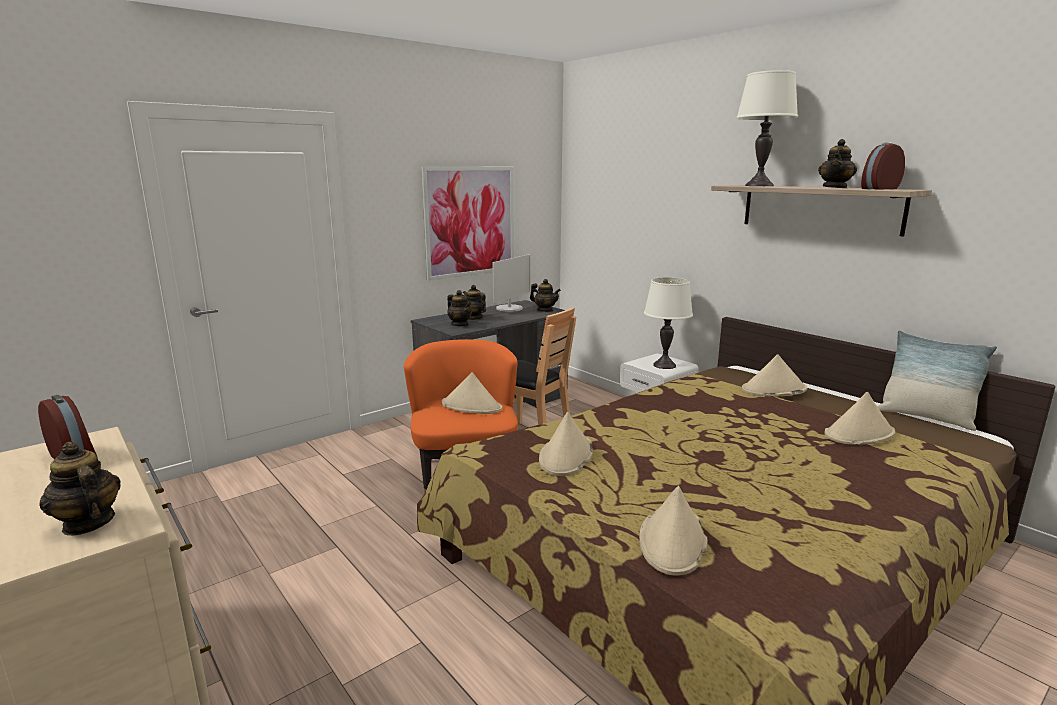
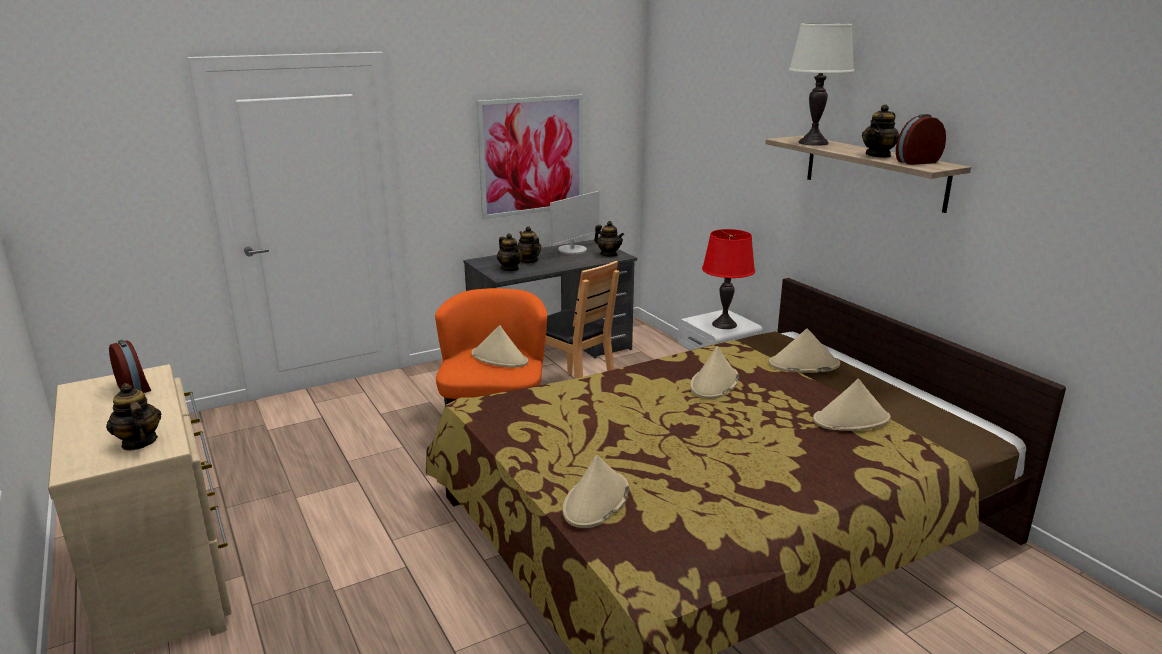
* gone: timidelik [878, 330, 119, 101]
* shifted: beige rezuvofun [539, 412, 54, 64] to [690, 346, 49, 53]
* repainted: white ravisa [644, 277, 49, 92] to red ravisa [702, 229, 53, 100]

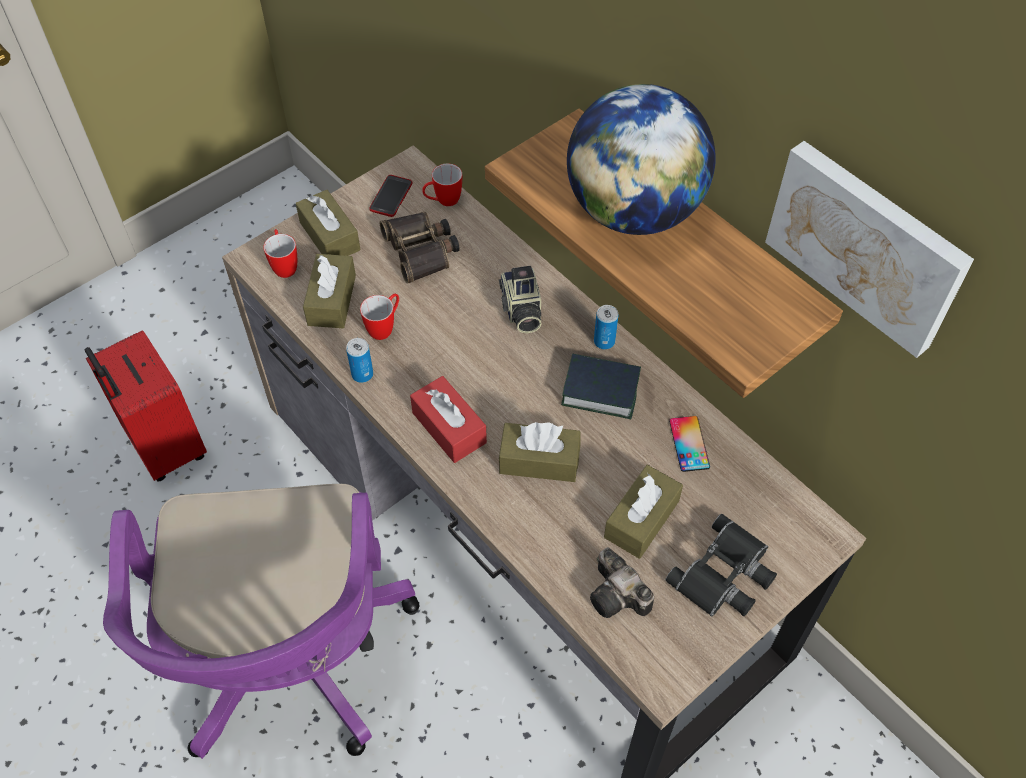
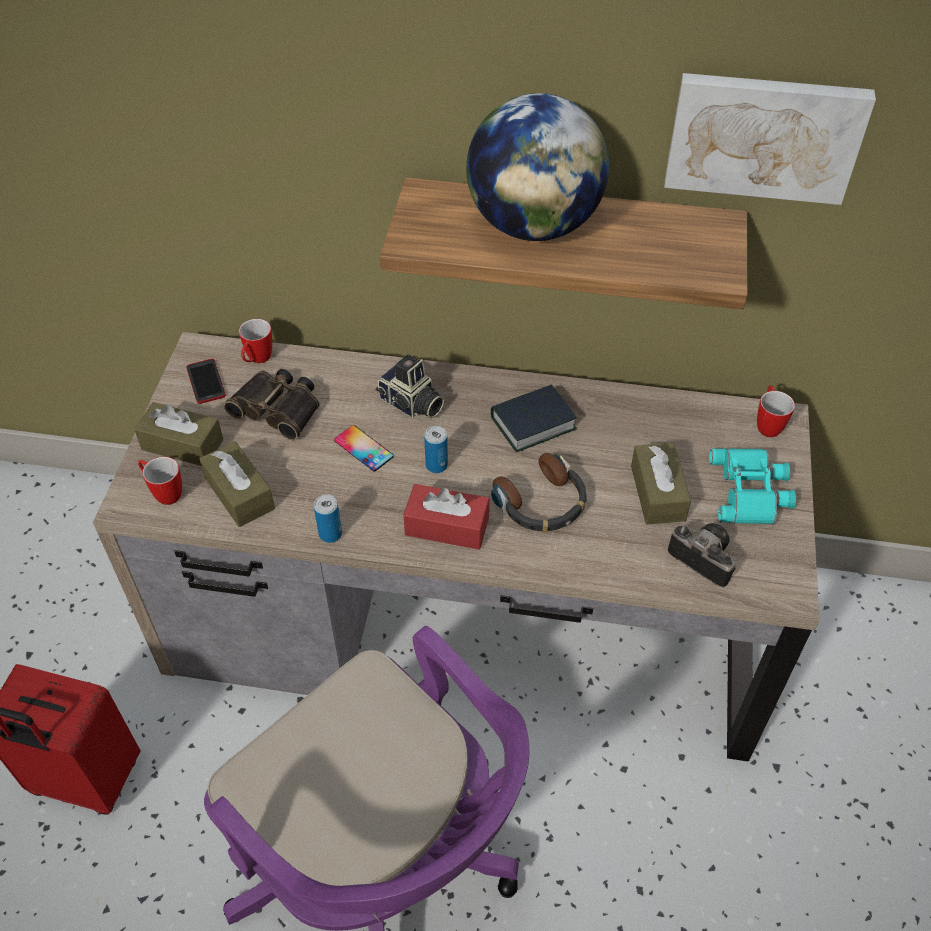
* shifted: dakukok [360, 294, 39, 46] to [757, 385, 38, 52]
* shifted: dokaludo [594, 305, 24, 44] to [424, 426, 24, 47]
* shifted: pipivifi [669, 416, 41, 56] to [334, 425, 60, 46]
* swapped: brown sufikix [499, 422, 82, 60] to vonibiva [491, 453, 96, 79]
* repainted: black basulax [666, 514, 111, 103] to turquoise basulax [709, 448, 87, 76]
* rotated: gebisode [590, 547, 64, 71] = [668, 523, 68, 64] 150 degrees counterclockwise

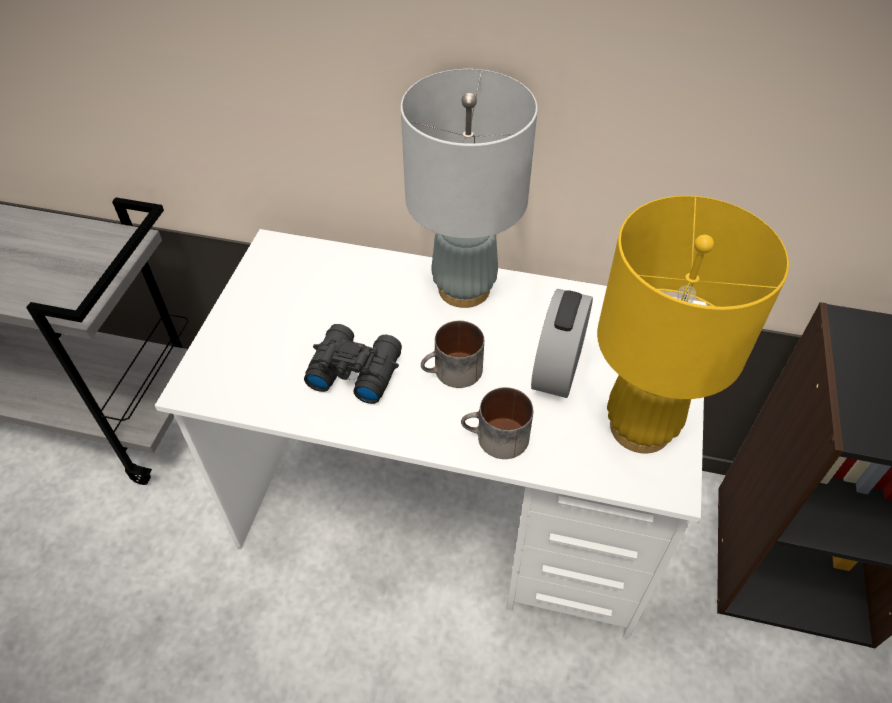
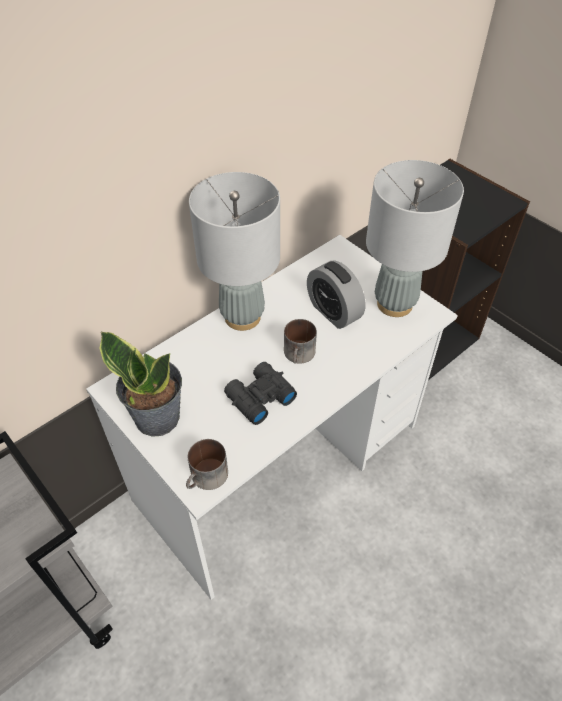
* new: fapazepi [99, 331, 83, 106]
* shifted: dakukok [461, 387, 72, 72] to [186, 439, 42, 51]
* repainted: yellow ravisa [597, 196, 192, 257] to grey ravisa [366, 160, 98, 157]

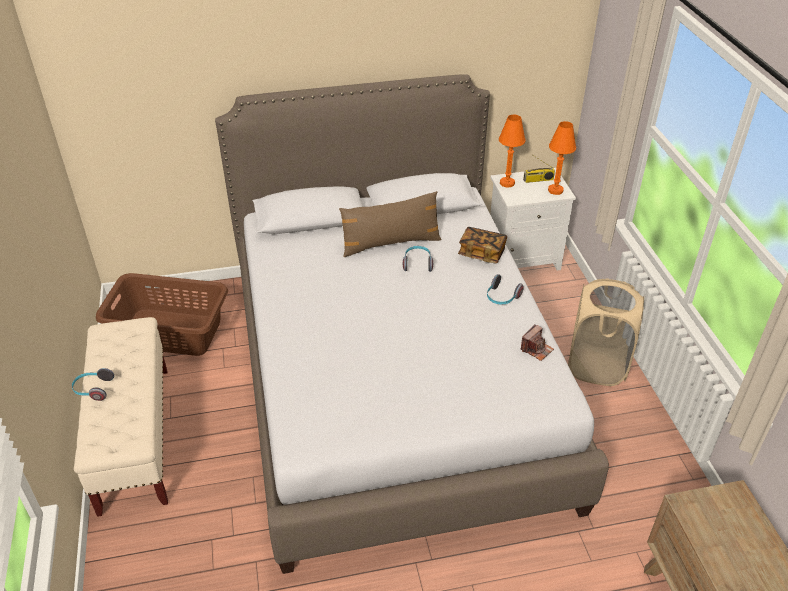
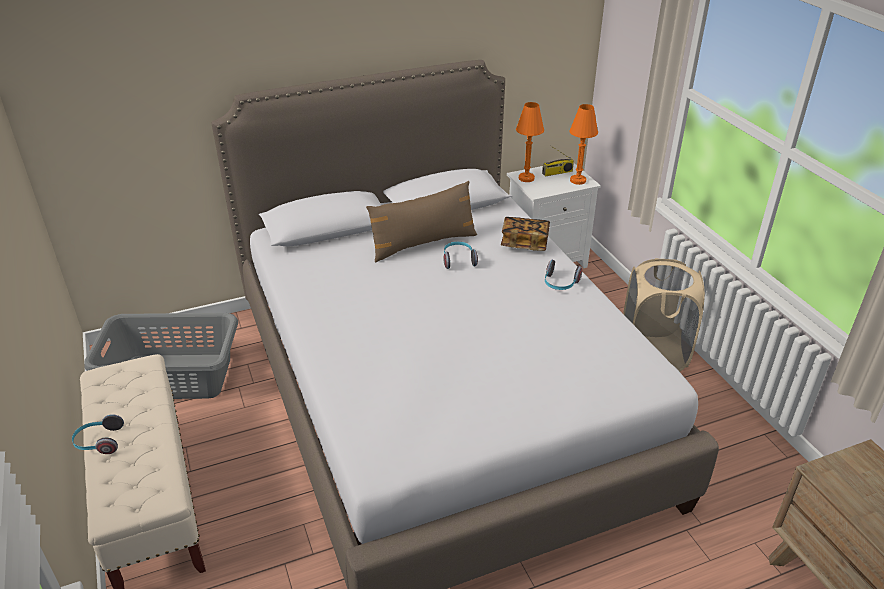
* gone: gebisode [521, 324, 33, 37]
* repainted: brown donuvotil [96, 273, 132, 83] to grey donuvotil [84, 313, 154, 86]

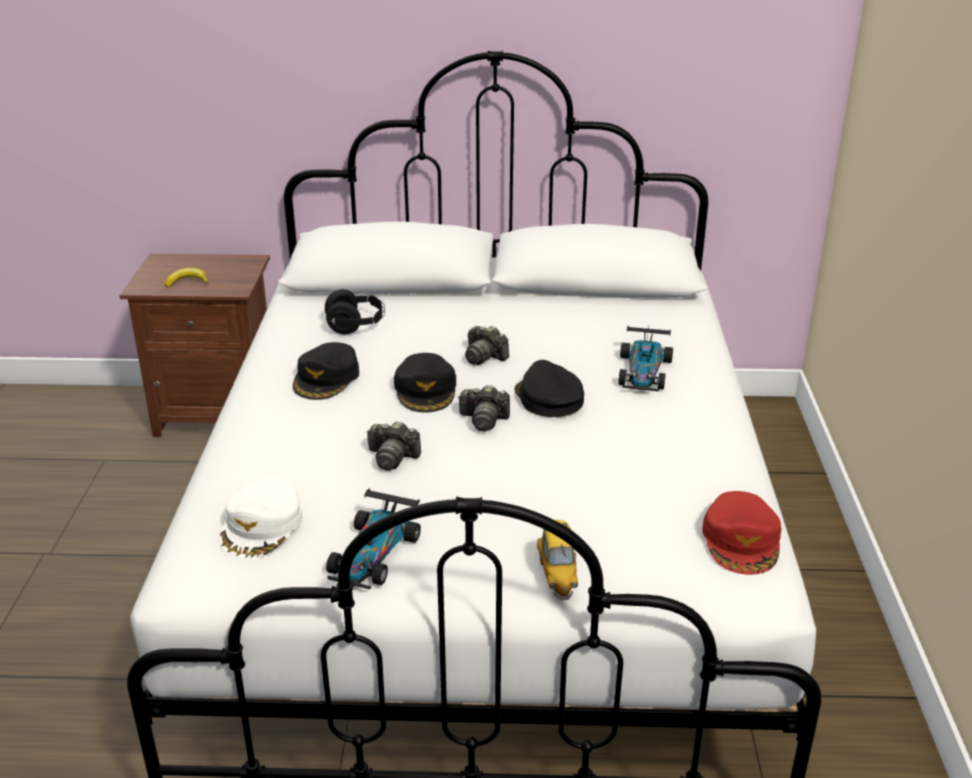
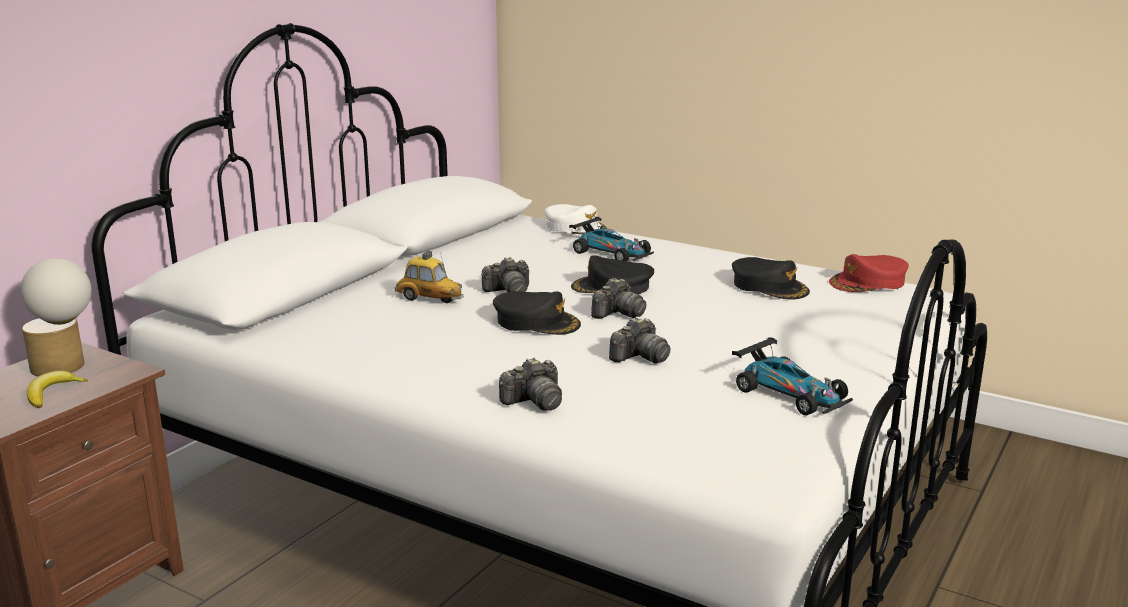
* gone: black vonibiva [325, 289, 60, 45]
* new: ravisa [20, 258, 71, 119]
* new: gebisode [499, 357, 63, 54]
* shifted: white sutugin [220, 478, 82, 81] to [545, 204, 62, 32]
* shifted: black sutugin [293, 342, 66, 58] to [732, 257, 78, 43]
* shifted: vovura [537, 520, 41, 80] to [395, 251, 68, 52]
* rotated: red sutugin [702, 491, 79, 84] = [829, 254, 80, 38] 120 degrees clockwise

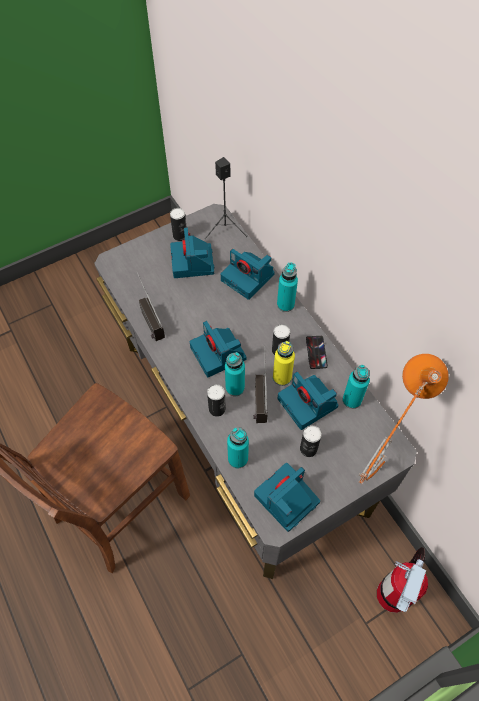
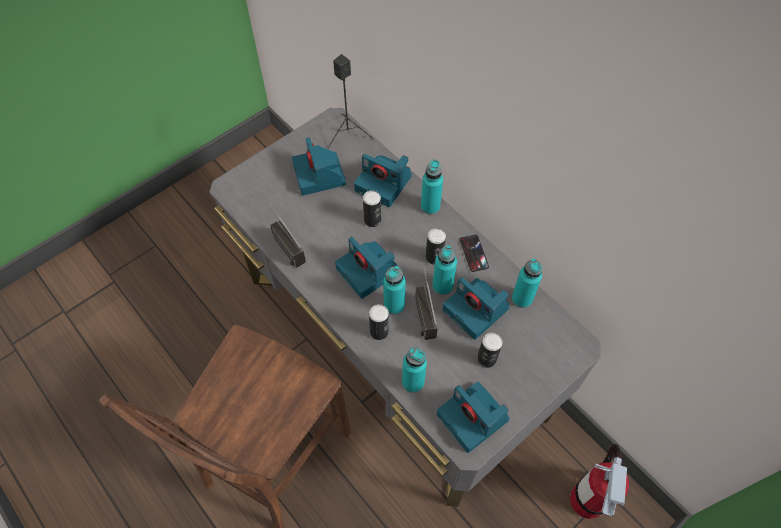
* gone: orange ravisa [358, 354, 91, 130]
* shifted: dokaludo [170, 208, 16, 33] to [363, 190, 18, 37]
* repainted: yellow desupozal [273, 341, 22, 45] to turquoise desupozal [432, 245, 25, 50]
* rotated: gebisode [254, 463, 66, 69] = [437, 382, 73, 71] 75 degrees counterclockwise

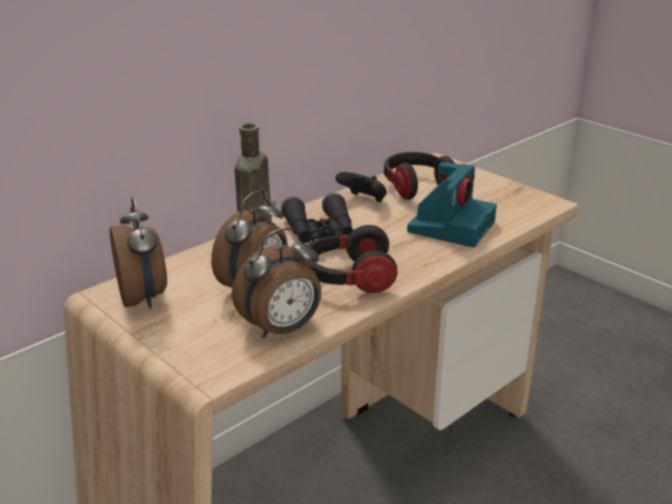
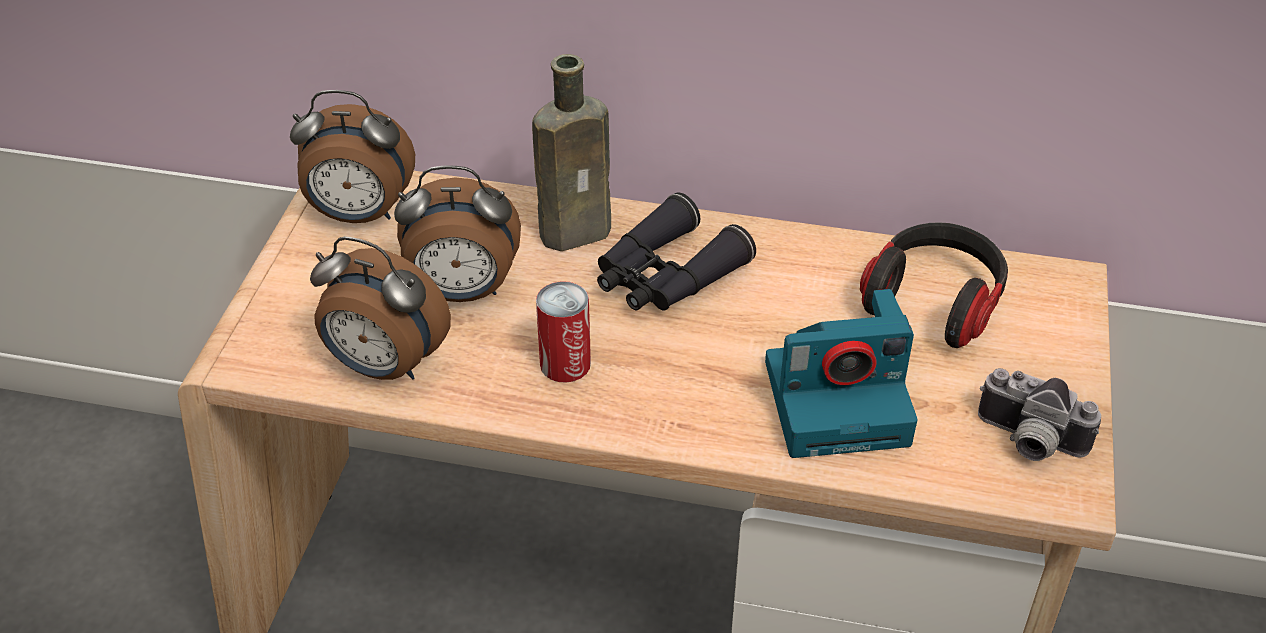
* gone: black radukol [336, 172, 51, 30]
* new: gebisode [978, 368, 123, 93]
* swapped: vonibiva [307, 225, 90, 68] to dokaludo [536, 281, 55, 102]
* rotated: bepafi [110, 197, 57, 112] = [290, 90, 125, 133] 60 degrees clockwise

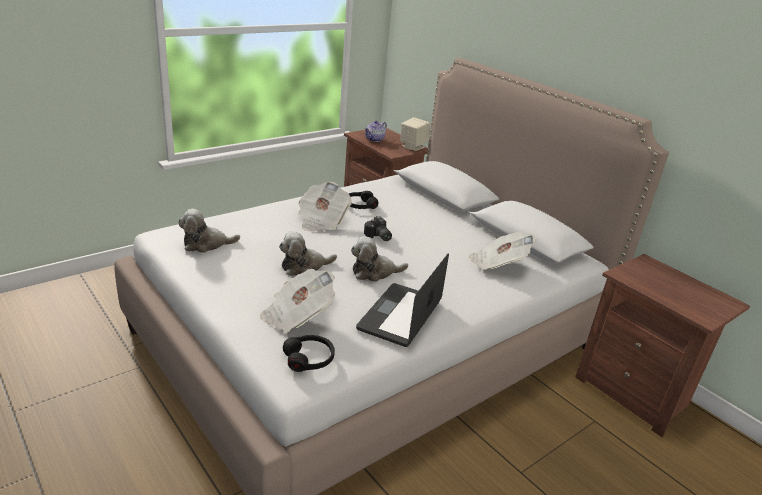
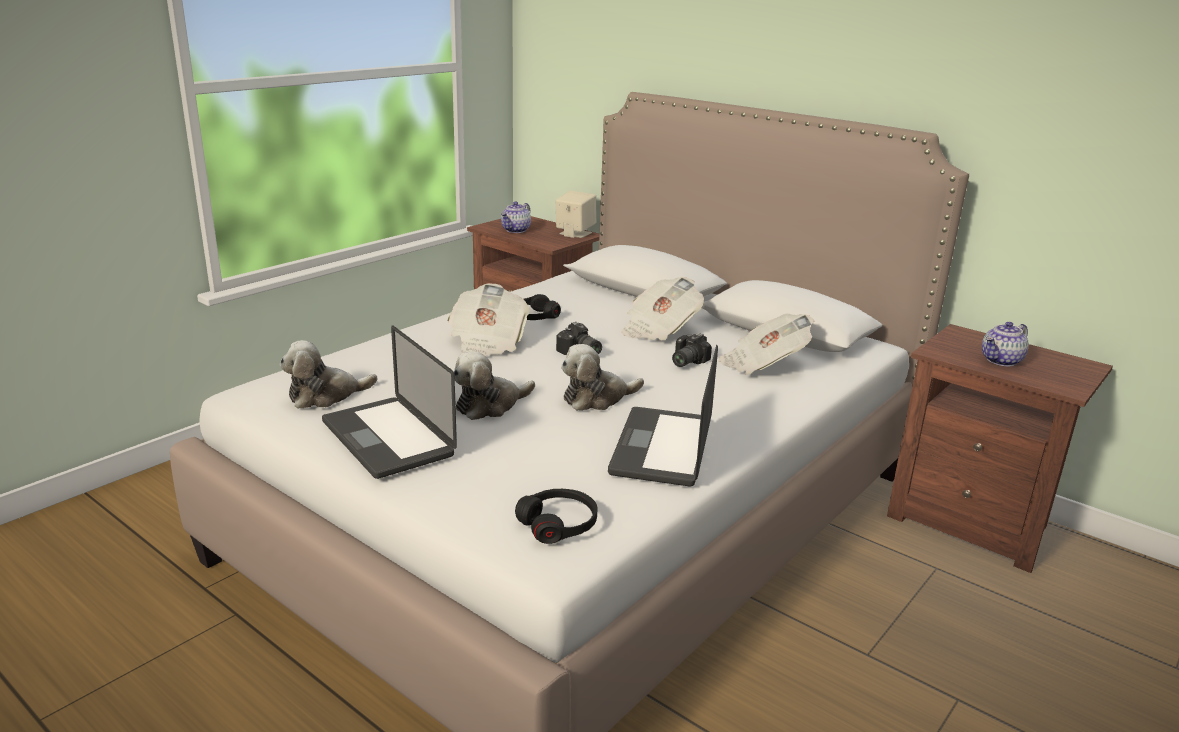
* new: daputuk [322, 325, 135, 154]
* new: gebisode [672, 333, 40, 34]
* new: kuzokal [982, 322, 47, 44]
* shifted: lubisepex [260, 269, 75, 64] to [622, 277, 82, 64]

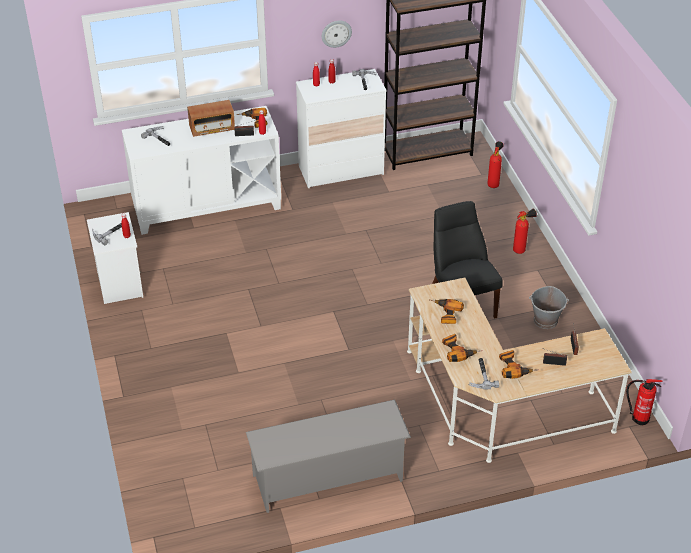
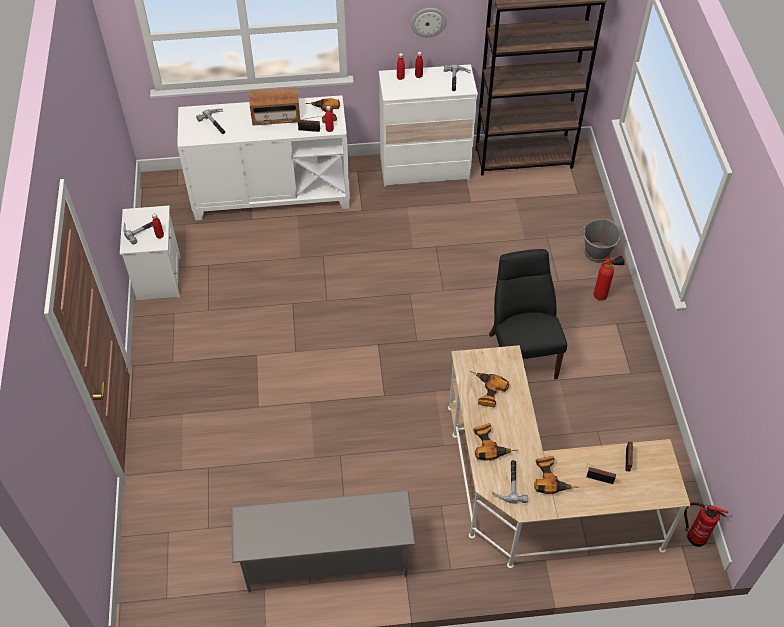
* gone: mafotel [487, 141, 17, 47]
* shifted: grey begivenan [529, 286, 40, 43] to [582, 219, 41, 44]

